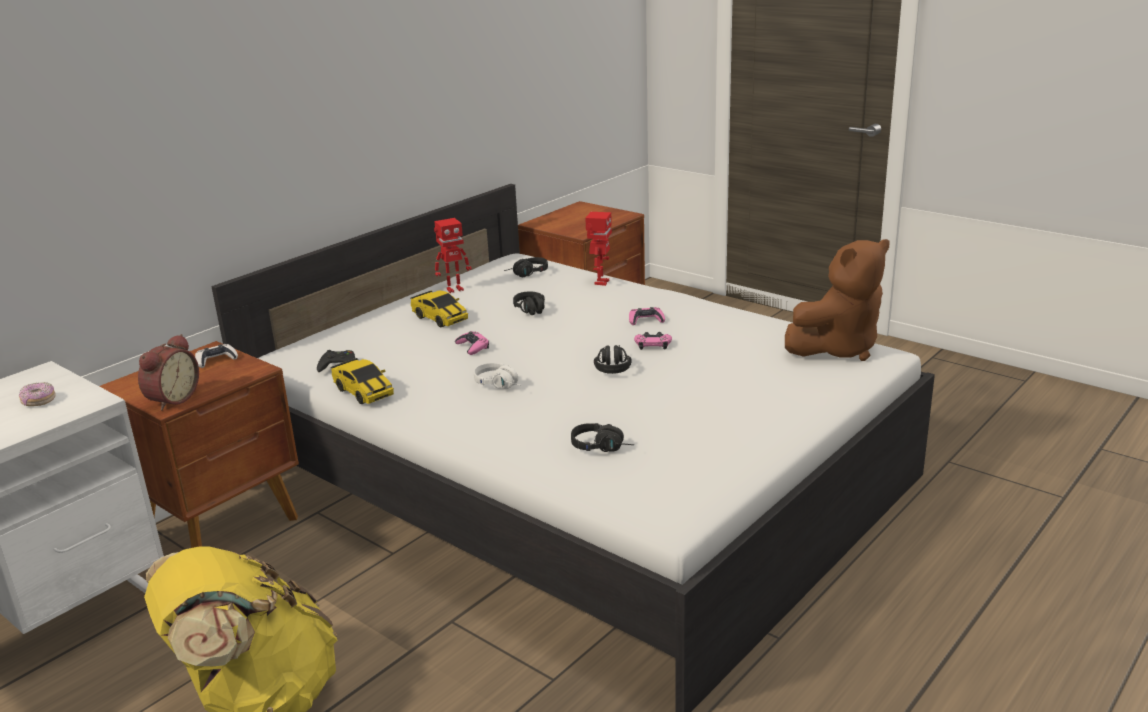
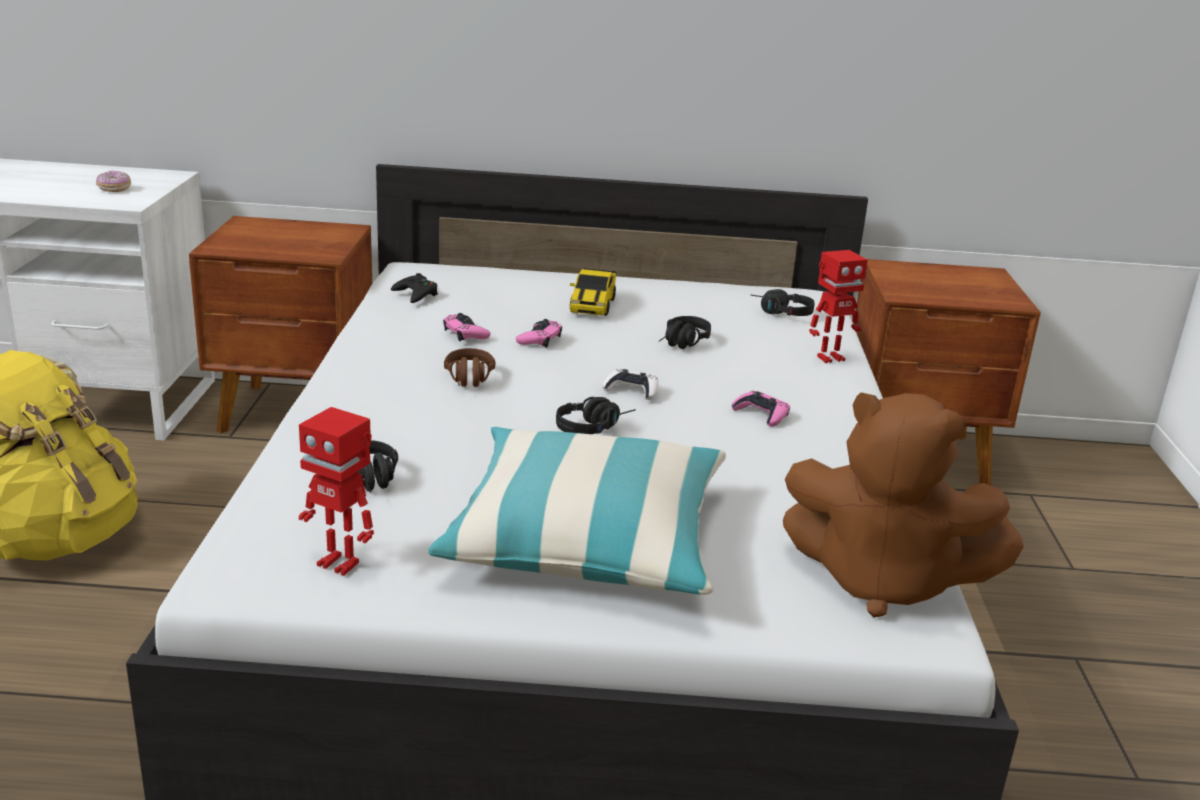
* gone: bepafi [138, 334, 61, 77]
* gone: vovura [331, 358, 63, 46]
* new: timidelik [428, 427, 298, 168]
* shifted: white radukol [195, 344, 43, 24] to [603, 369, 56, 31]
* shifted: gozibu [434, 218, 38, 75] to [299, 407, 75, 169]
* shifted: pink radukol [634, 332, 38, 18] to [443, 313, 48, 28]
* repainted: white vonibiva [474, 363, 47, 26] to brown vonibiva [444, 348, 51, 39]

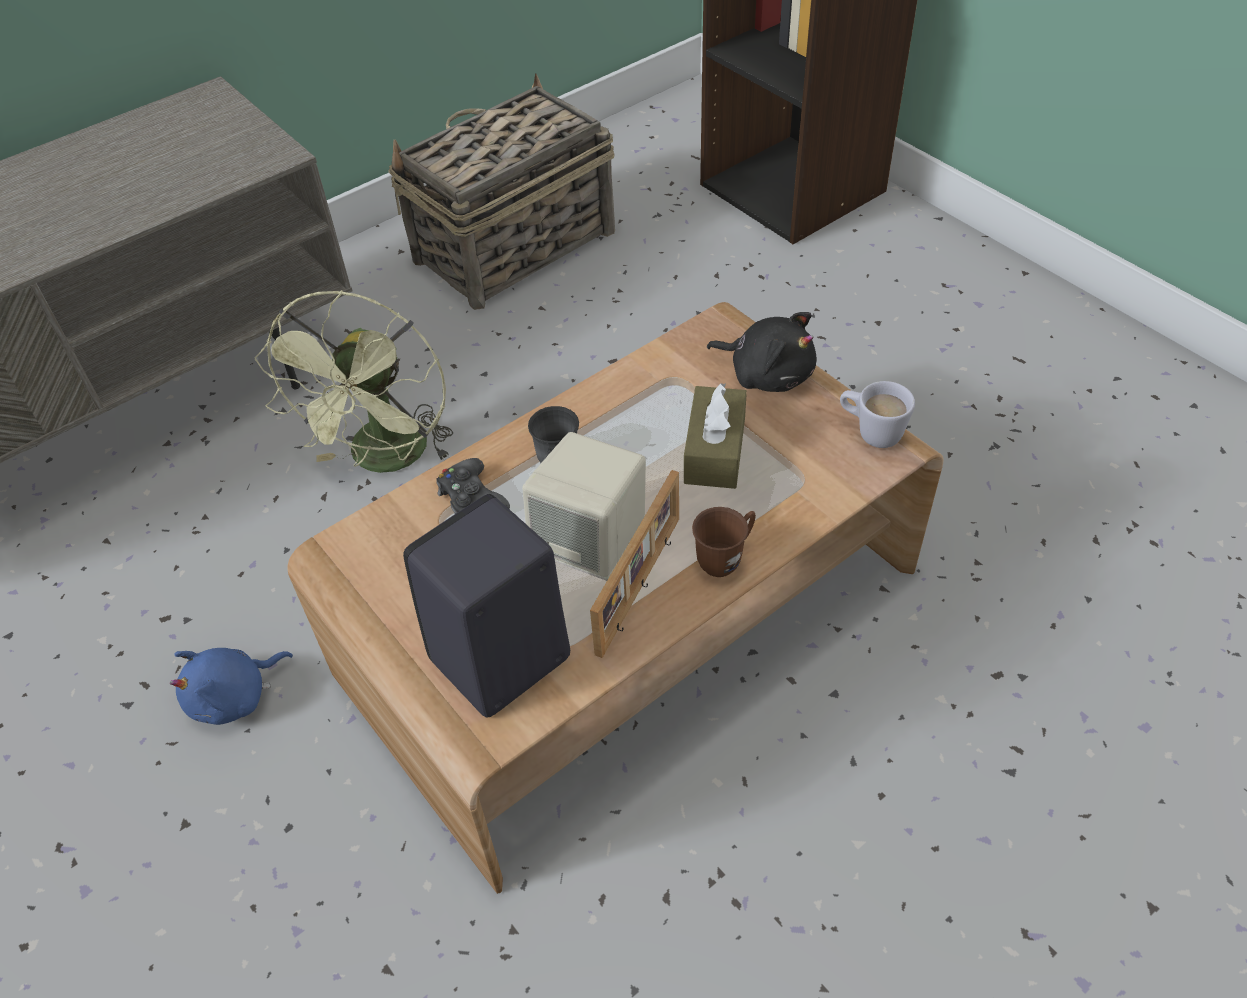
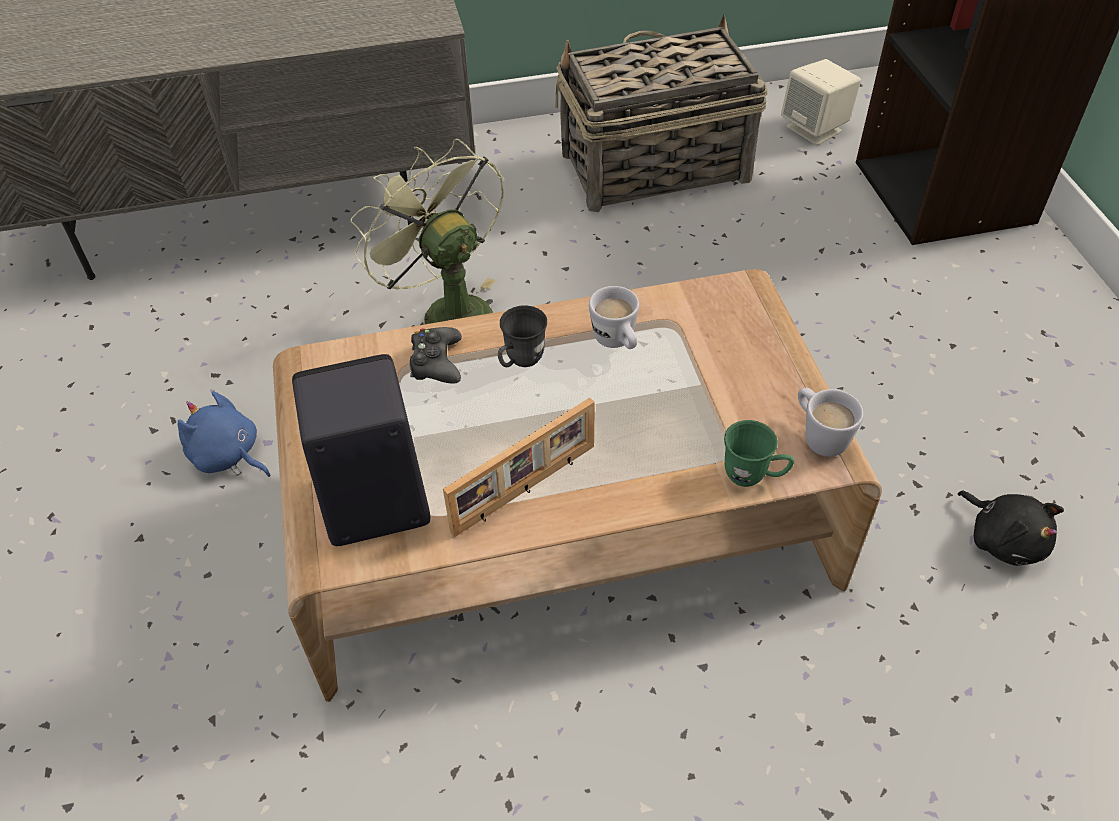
* gone: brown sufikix [684, 383, 63, 106]
* gone: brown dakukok [692, 507, 64, 70]
* new: white dakukok [589, 286, 50, 63]
* new: green dakukok [724, 420, 70, 67]
* shifted: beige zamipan [522, 432, 124, 149] to [781, 59, 80, 86]
* shifted: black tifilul [707, 312, 110, 80] to [958, 490, 106, 76]
* rotated: blue tifilul [170, 648, 123, 77] = [178, 391, 93, 86] 45 degrees clockwise
* rotated: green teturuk [254, 290, 199, 183] = [350, 139, 154, 185] 105 degrees clockwise

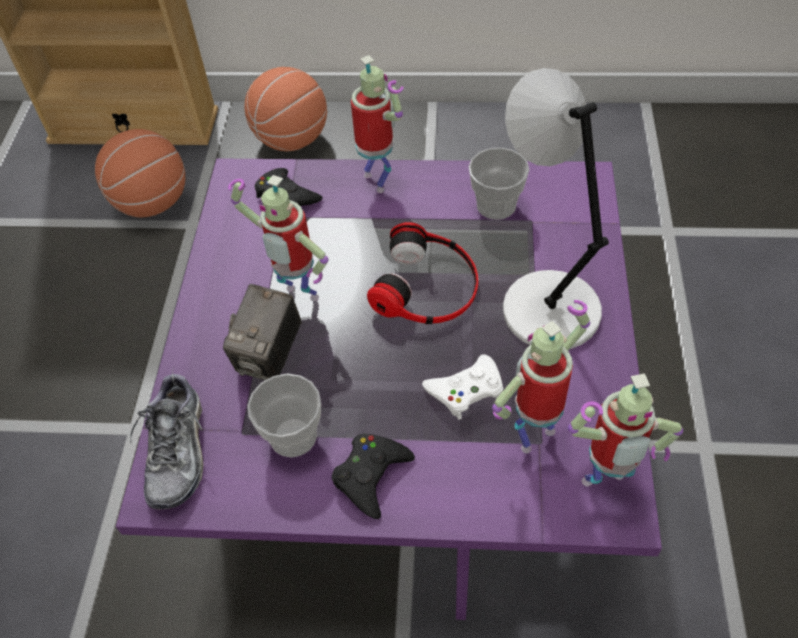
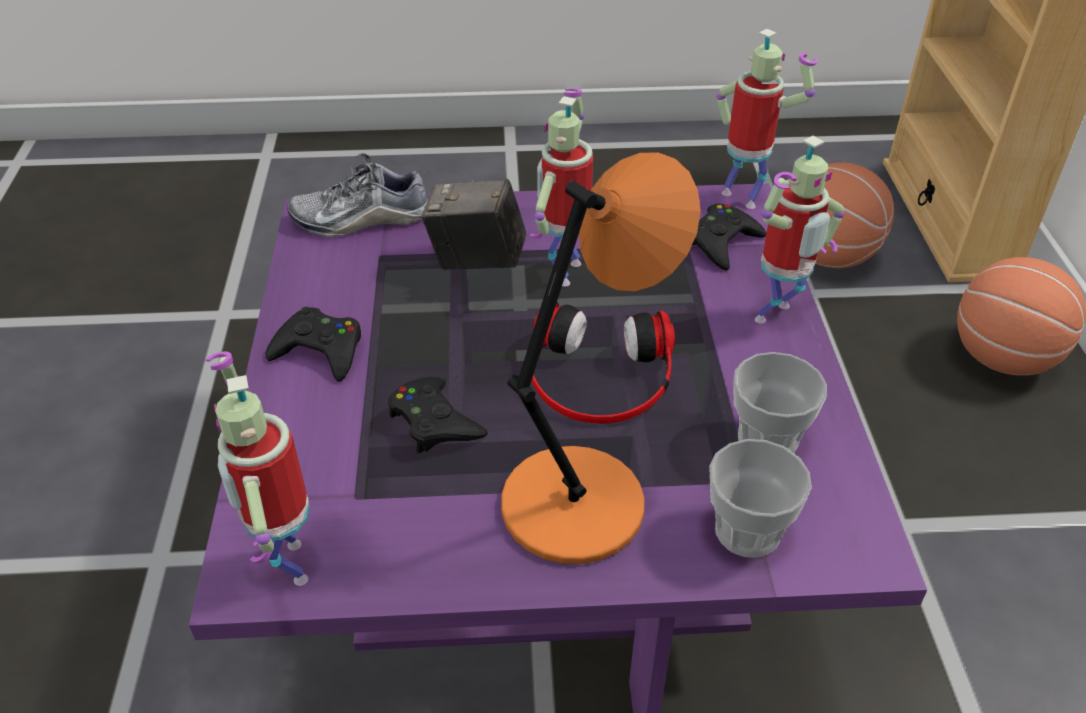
* shifted: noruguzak [247, 374, 74, 84] to [709, 439, 103, 119]
* shifted: gozibu [492, 300, 98, 153] to [716, 29, 102, 180]
* repainted: white radukol [422, 354, 81, 66] to black radukol [388, 376, 100, 77]
* repainted: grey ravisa [503, 68, 106, 281] to orange ravisa [501, 152, 200, 412]

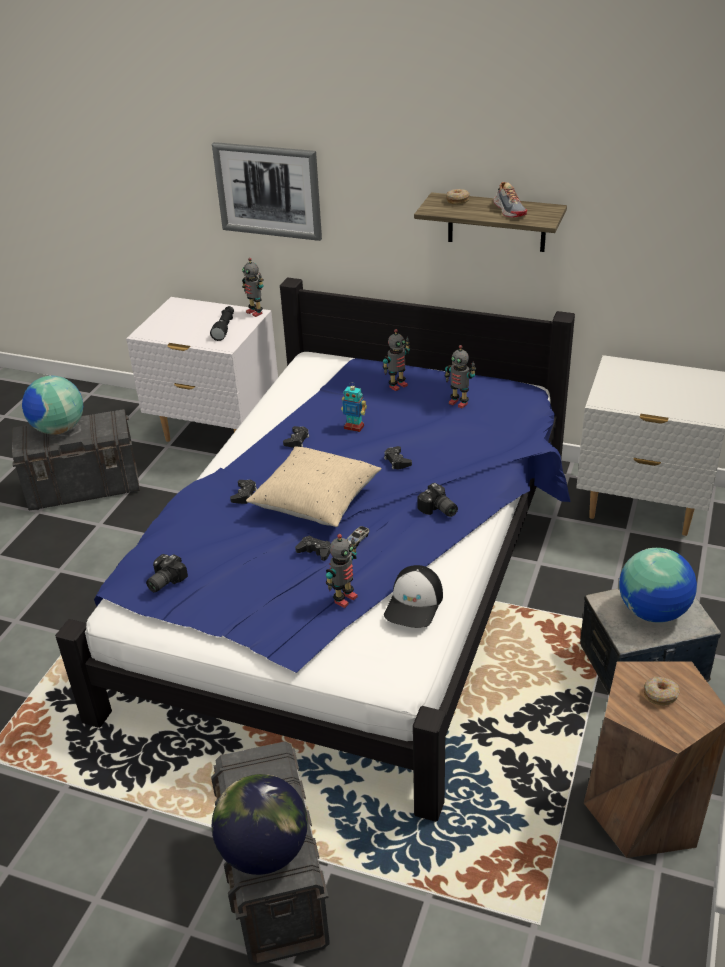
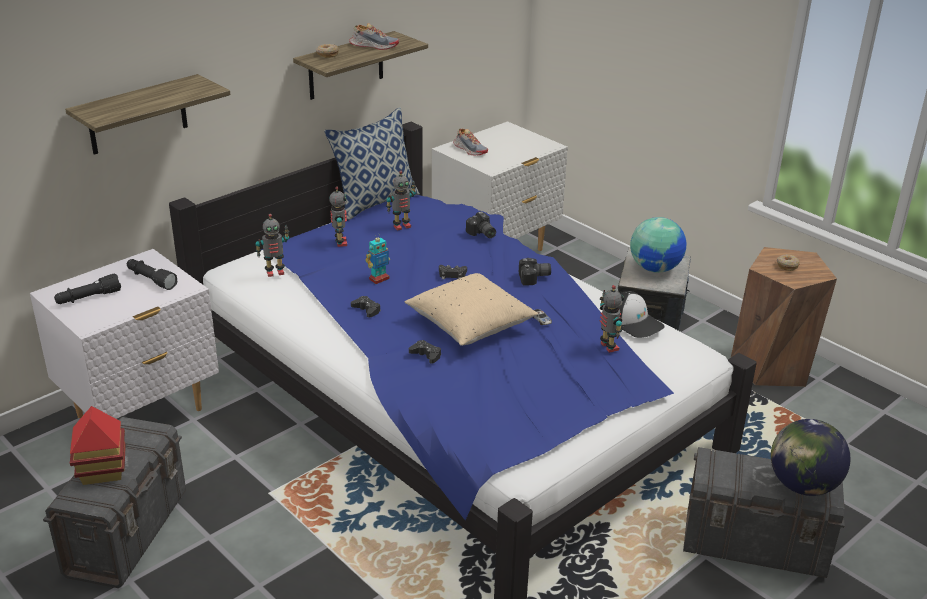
* gone: black radukol [295, 535, 35, 26]
* new: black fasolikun [54, 273, 67, 31]
* new: timidelik [324, 107, 96, 114]
* new: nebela [453, 128, 35, 28]
* shifted: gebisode [146, 554, 42, 38] to [466, 211, 30, 27]
* shifted: gozibu [242, 258, 22, 59] to [255, 214, 34, 63]
* swapped: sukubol [22, 376, 61, 59] to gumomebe [70, 406, 56, 79]
* swapped: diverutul [212, 142, 110, 99] to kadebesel [65, 74, 166, 81]

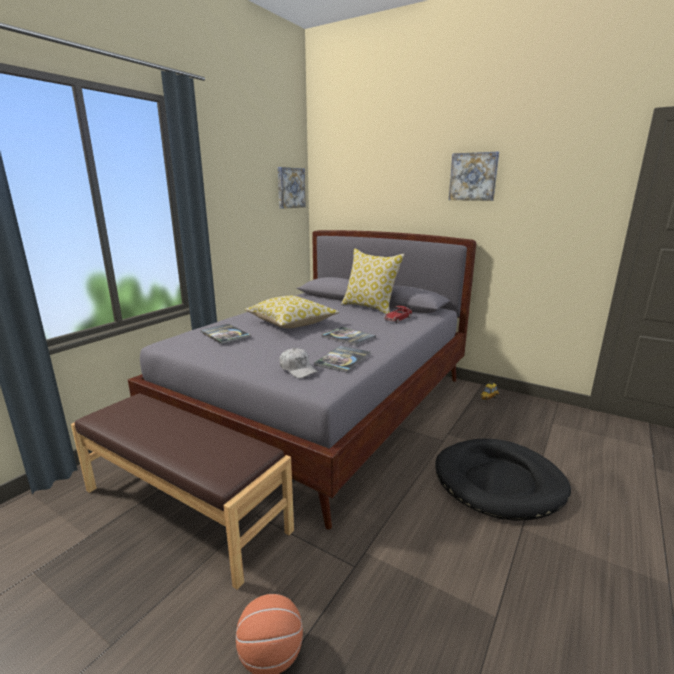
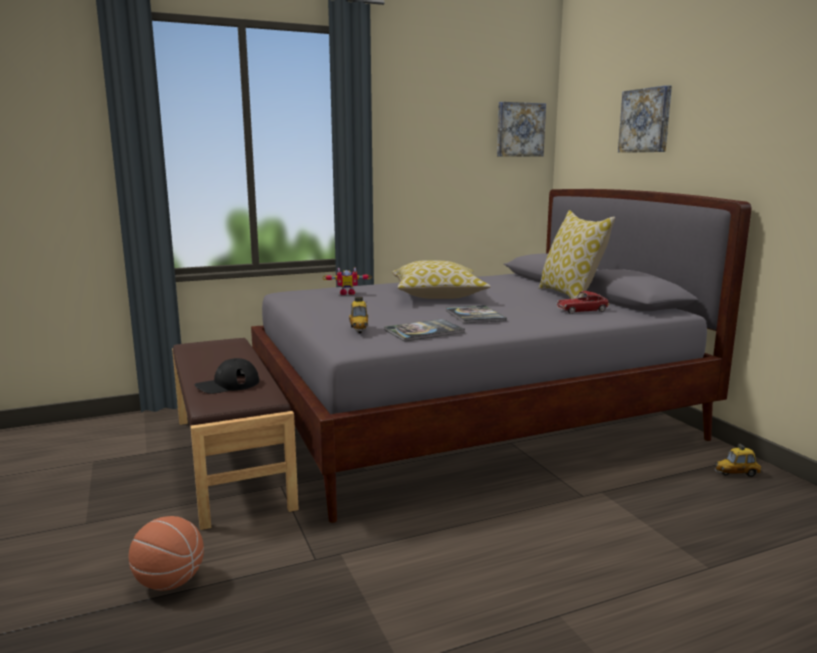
* gone: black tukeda [435, 439, 136, 82]
* new: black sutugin [195, 358, 64, 36]
* shifted: diverutul [449, 152, 50, 49] to [618, 85, 54, 68]
* swapped: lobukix [200, 324, 51, 20] to gozibu [323, 268, 49, 27]
* swapped: white sutugin [279, 348, 39, 30] to vovura [349, 297, 20, 36]

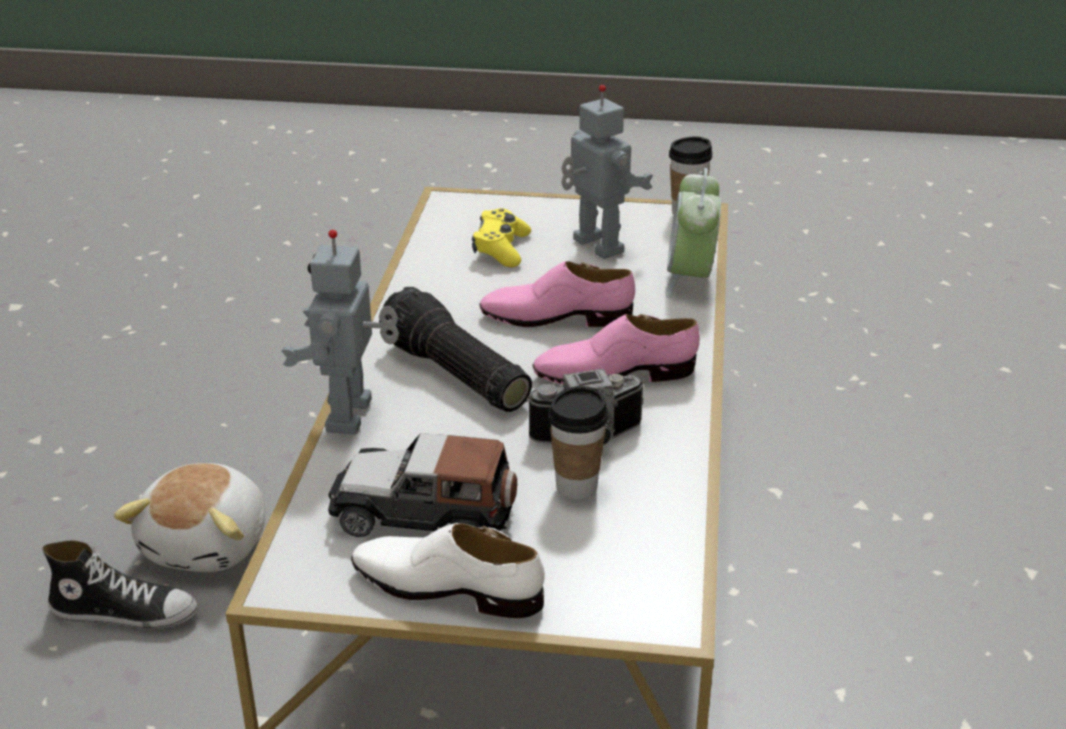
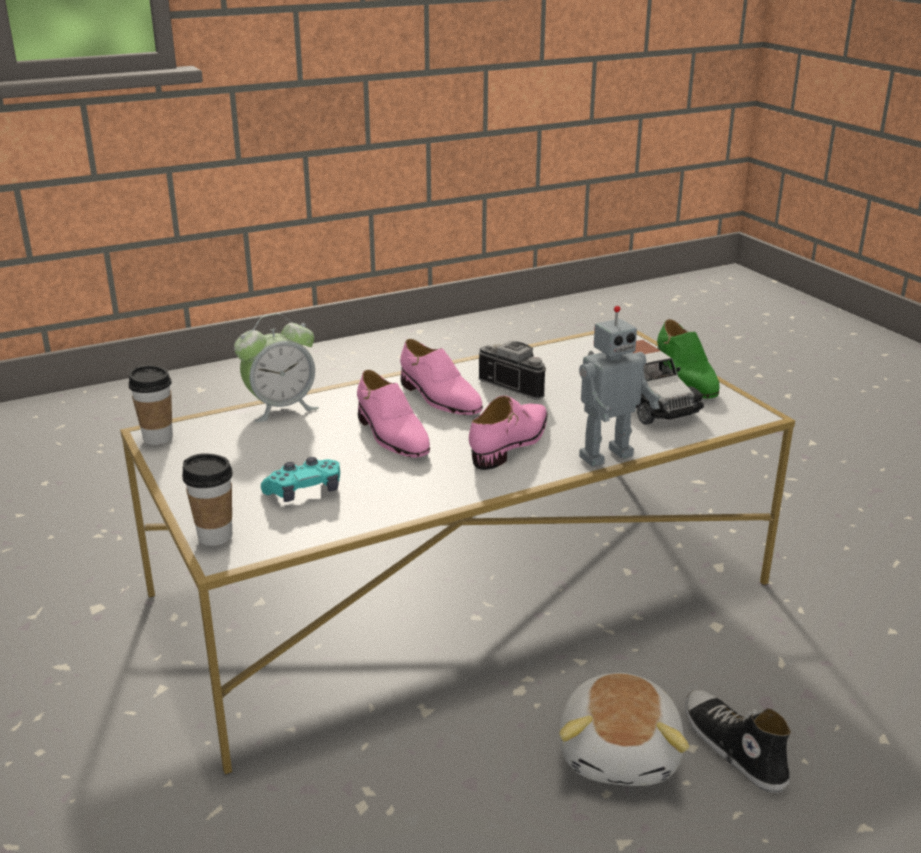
* gone: gozibu [561, 85, 92, 174]
* shifted: noruguzak [548, 386, 60, 113] to [182, 453, 51, 93]
* swapped: fasolikun [379, 287, 153, 125] to pink nebela [469, 396, 79, 74]
* repainted: white nebela [351, 523, 194, 95] to green nebela [657, 319, 62, 79]
* repainted: yellow radukol [472, 208, 59, 59] to turquoise radukol [261, 457, 79, 45]
* rotated: tifilul [114, 463, 151, 109] = [559, 673, 130, 113] 120 degrees clockwise

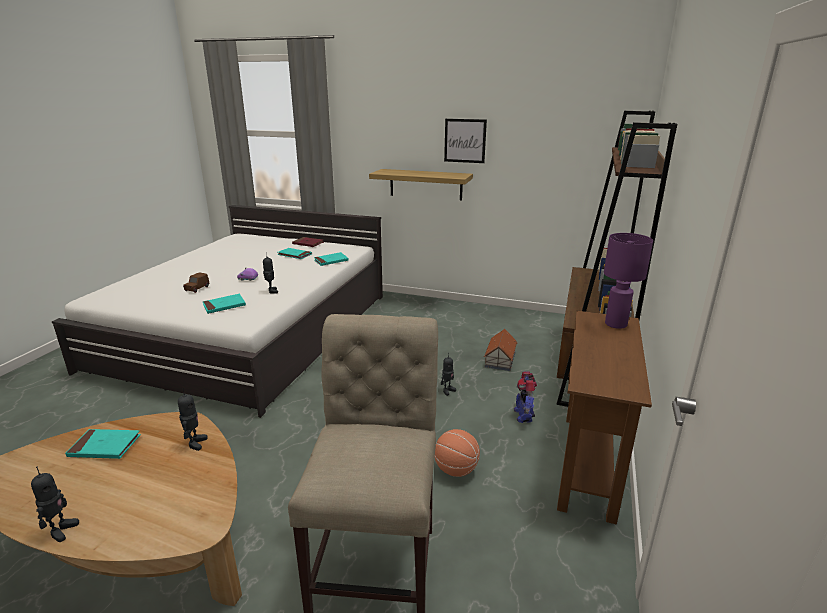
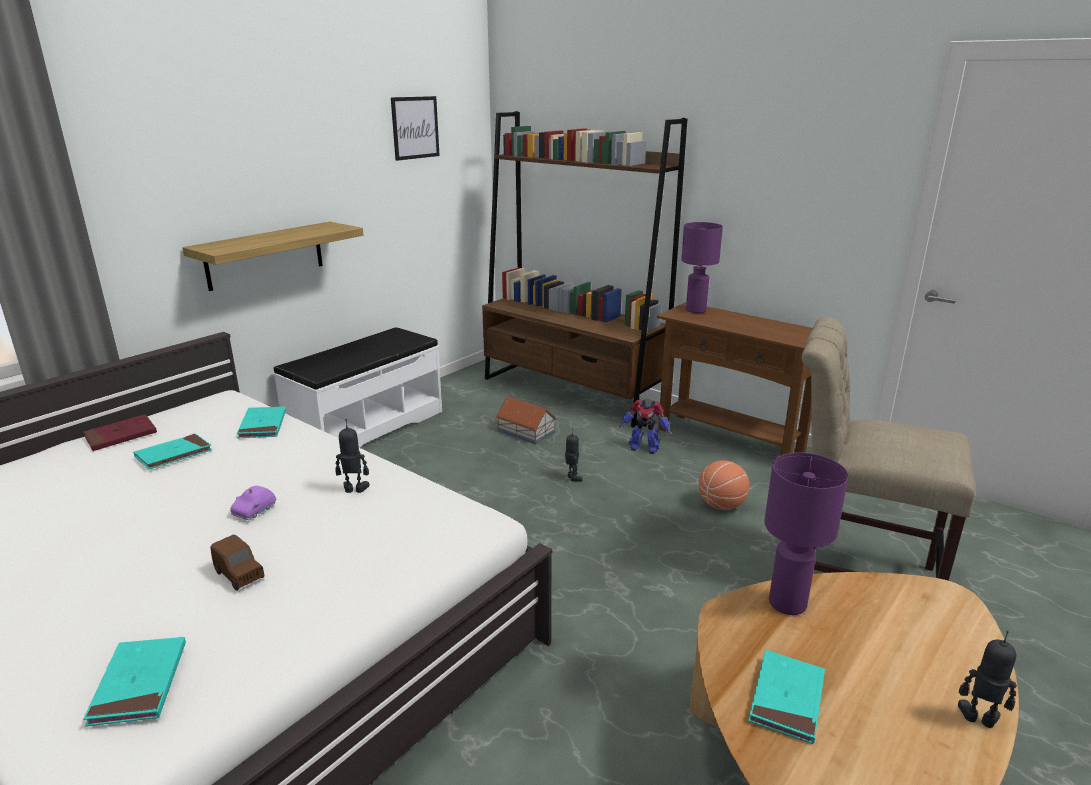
* new: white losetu [273, 327, 169, 121]
* shifted: turquoise lobukix [203, 294, 43, 20] to [83, 637, 103, 90]
* shifted: diverutul [444, 119, 43, 44] to [391, 96, 49, 65]
* swapped: gozibu [178, 388, 30, 63] to purple ravisa [764, 452, 85, 163]

